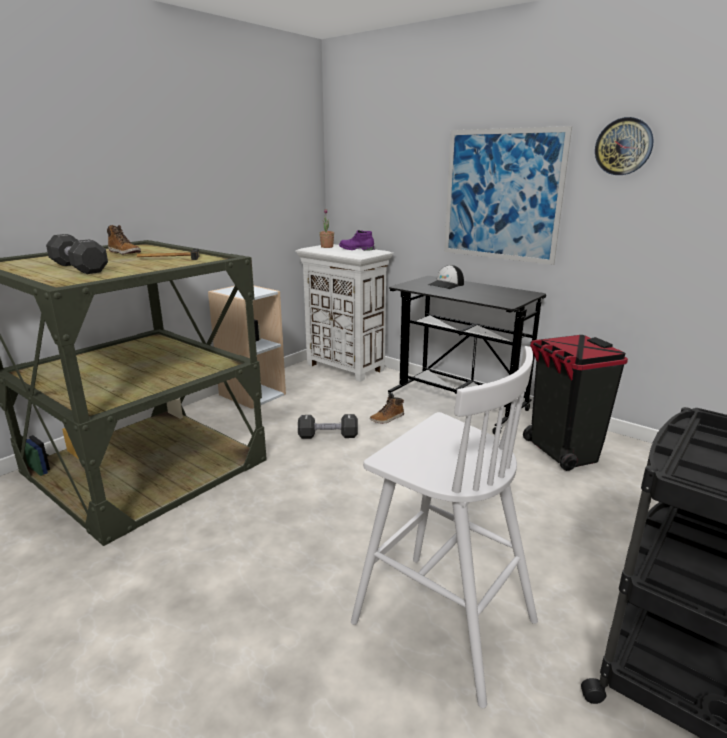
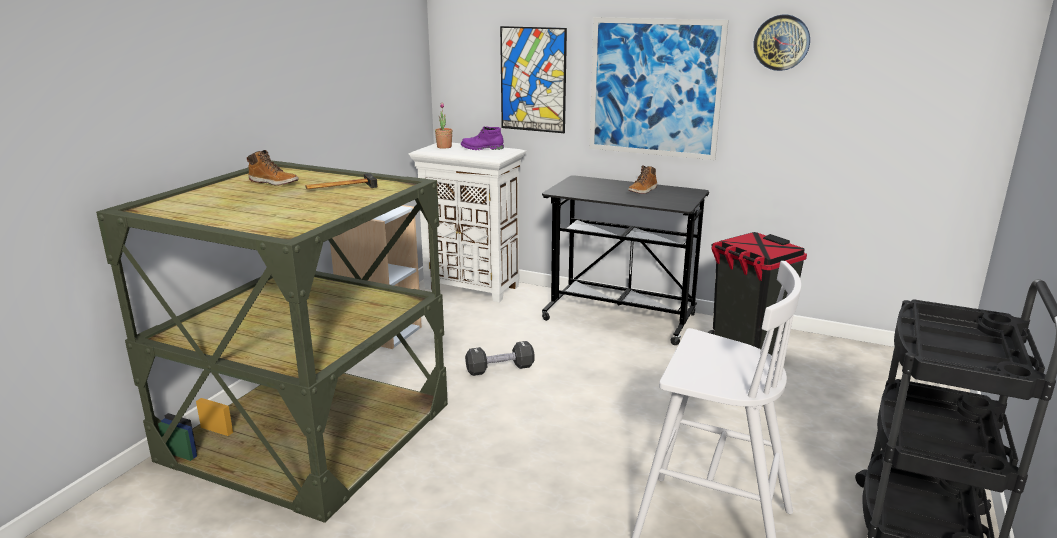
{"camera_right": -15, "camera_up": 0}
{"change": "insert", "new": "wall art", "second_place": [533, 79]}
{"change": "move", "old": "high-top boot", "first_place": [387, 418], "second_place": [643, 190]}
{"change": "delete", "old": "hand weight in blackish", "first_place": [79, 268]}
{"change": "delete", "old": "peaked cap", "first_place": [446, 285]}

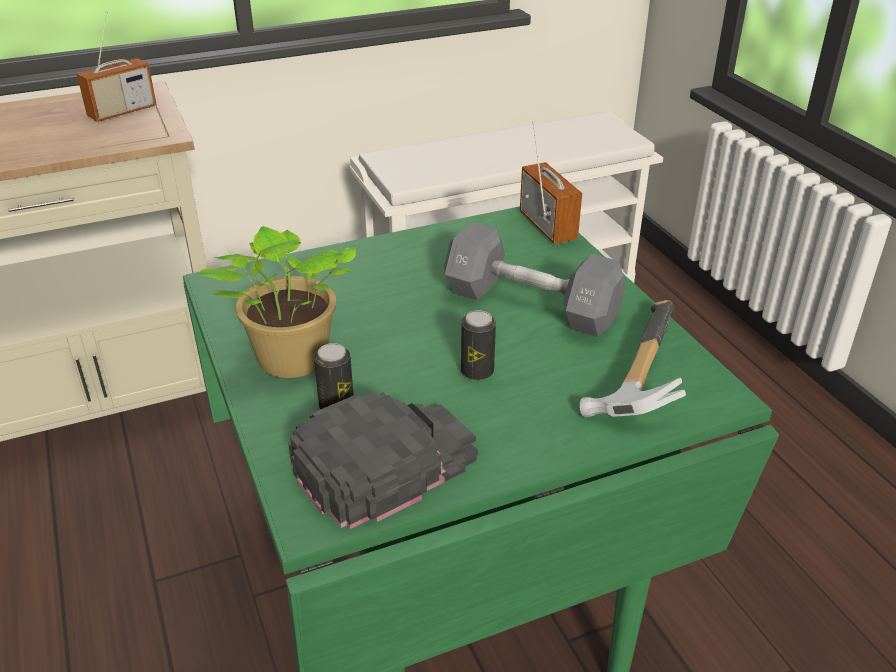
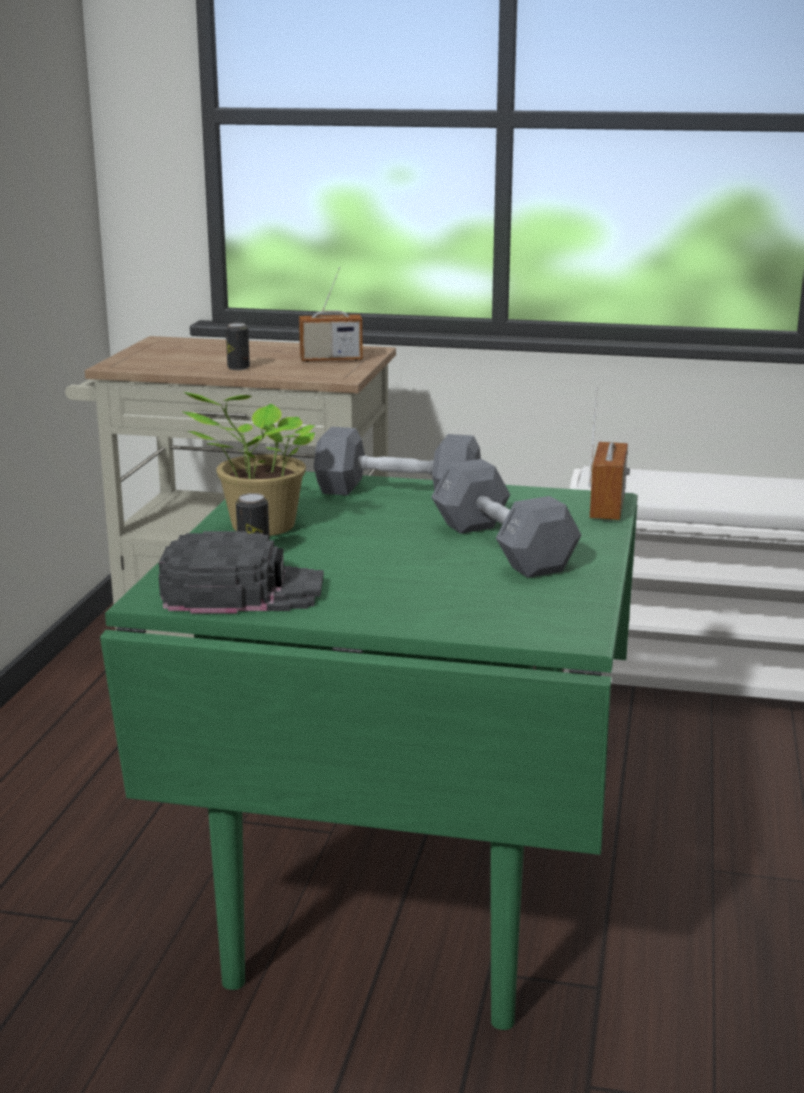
{"camera_right": 35, "camera_up": -15}
{"change": "move", "old": "can", "first_place": [477, 372], "second_place": [238, 368]}
{"change": "insert", "new": "hand weight in grey", "second_place": [397, 493]}
{"change": "delete", "old": "tool hammer", "first_place": [633, 374]}

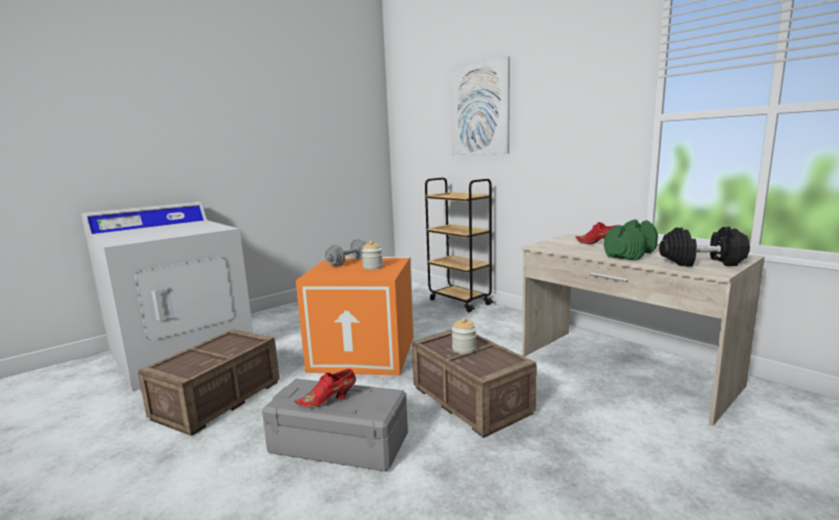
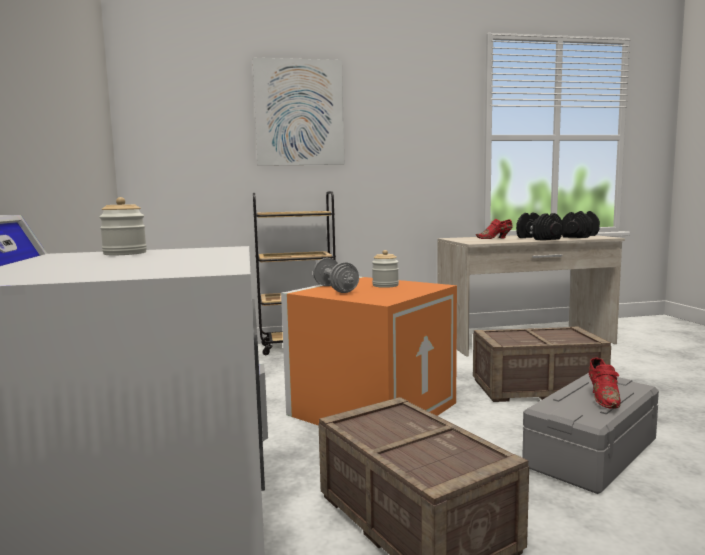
{"camera_right": -60, "camera_up": -5}
{"change": "move", "old": "preserve jar", "first_place": [464, 349], "second_place": [125, 253]}
{"change": "recolor", "old": "hand weight in greenish", "new": "hand weight in blackish", "first_place": [629, 254], "second_place": [538, 238]}

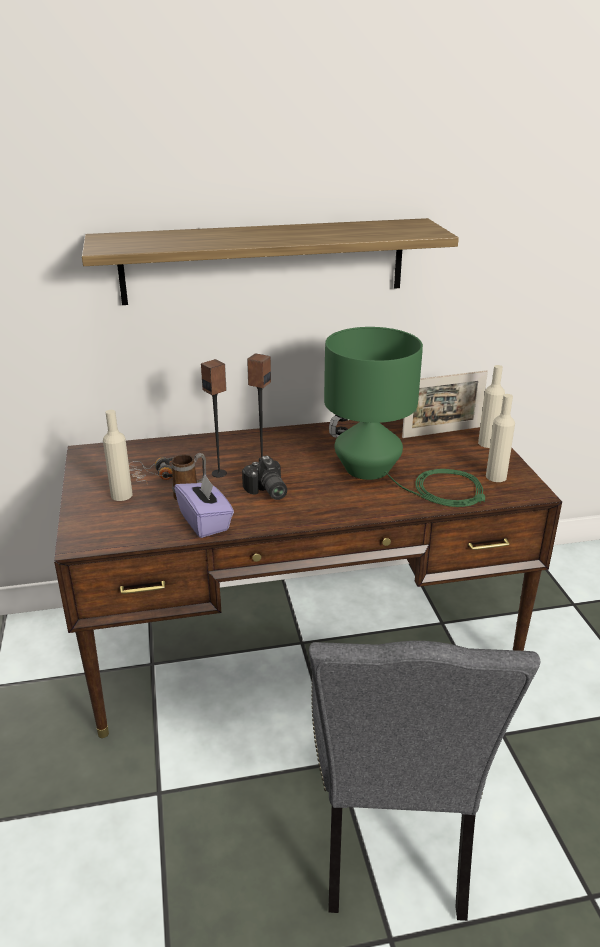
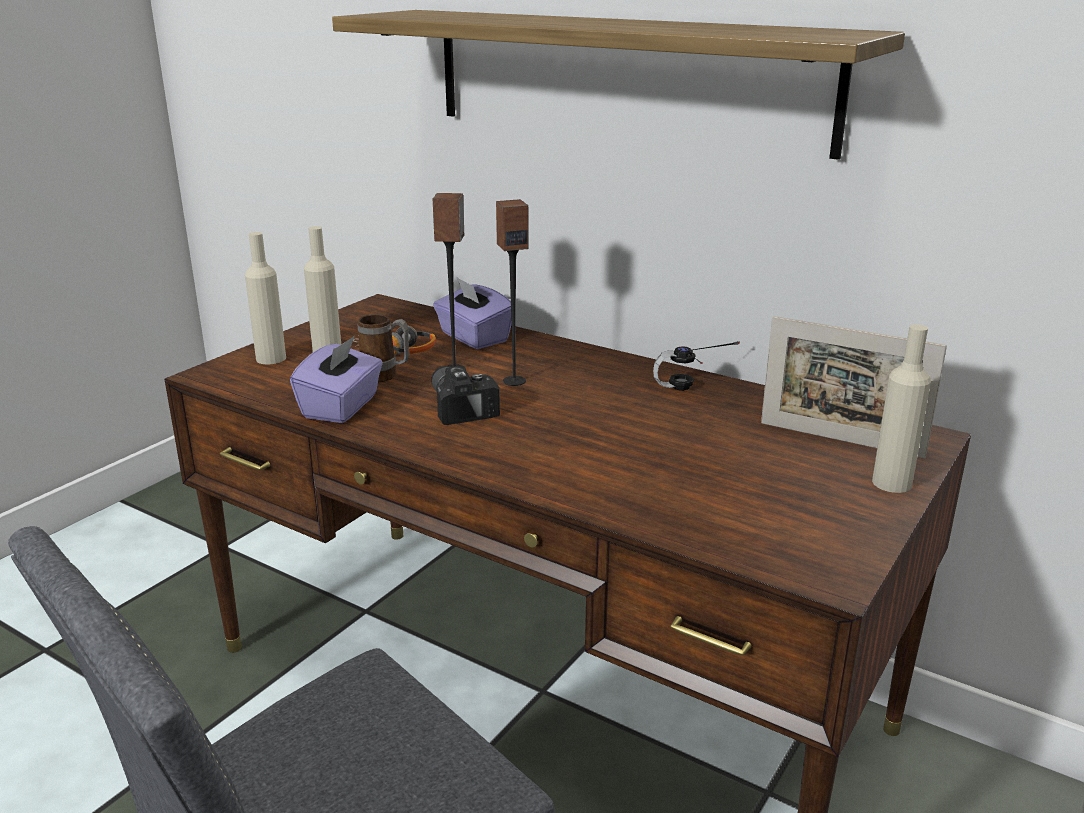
{"camera_right": 45, "camera_up": -5}
{"change": "move", "old": "bottle in beige", "first_place": [496, 477], "second_place": [271, 358]}
{"change": "rotate", "old": "still camera", "first_place": [266, 491], "second_place": [462, 407], "degrees": 135}
{"change": "insert", "new": "tissue box in purplish", "second_place": [473, 337]}
{"change": "delete", "old": "lamp for a table in greenish", "first_place": [398, 476]}

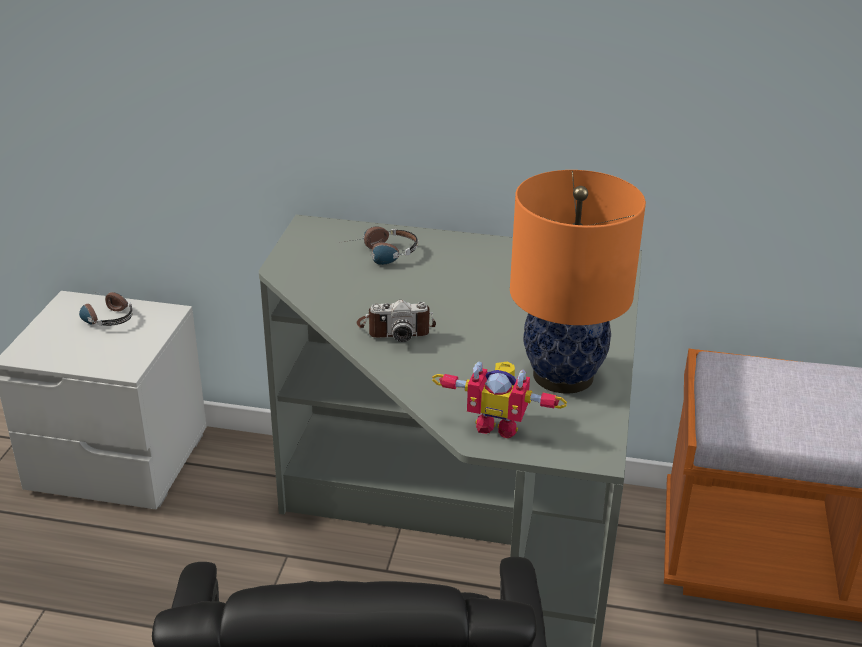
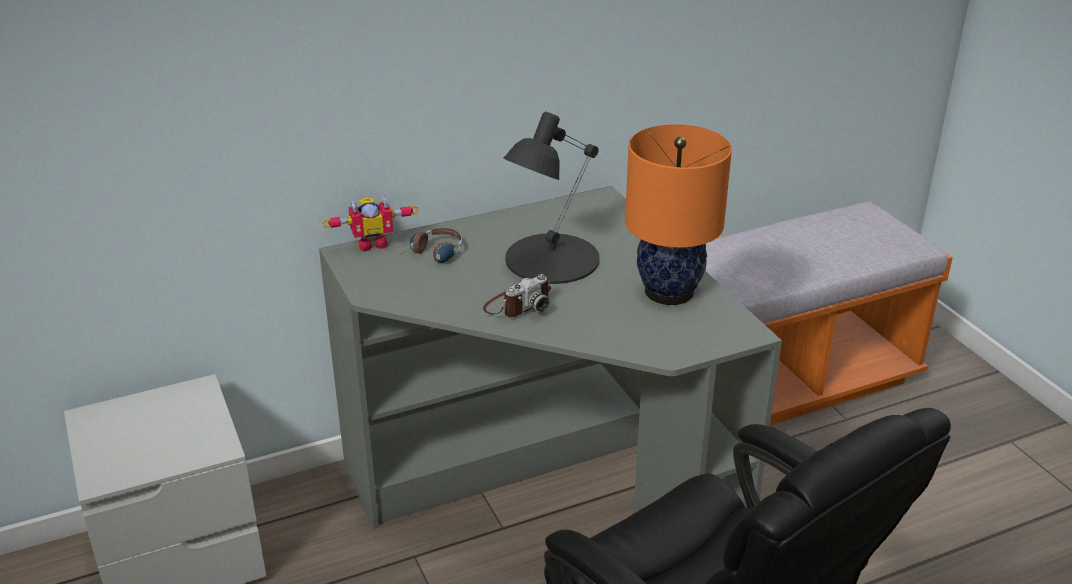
{"camera_right": -35, "camera_up": 0}
{"change": "move", "old": "model robot", "first_place": [498, 424], "second_place": [372, 243]}
{"change": "insert", "new": "lamp for a table in blackish", "second_place": [550, 259]}
{"change": "delete", "old": "headset", "first_place": [104, 316]}

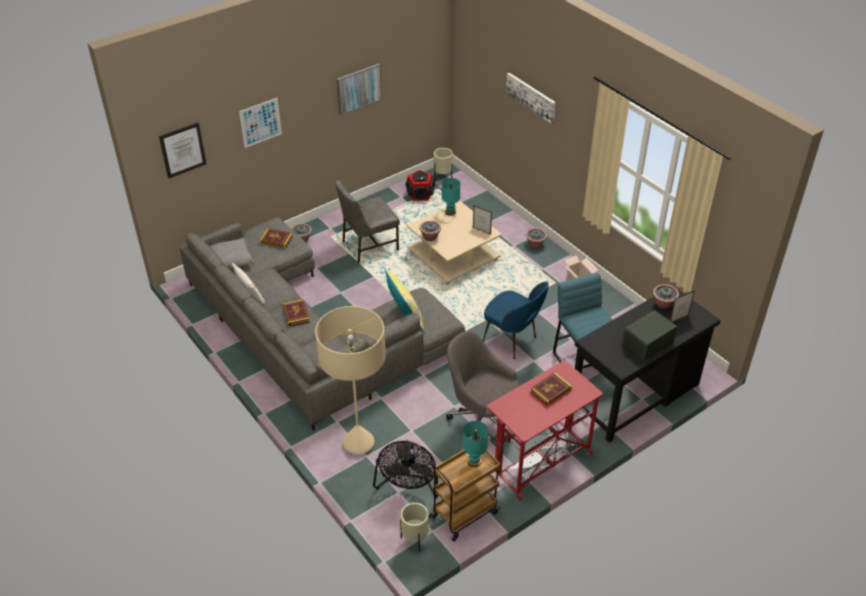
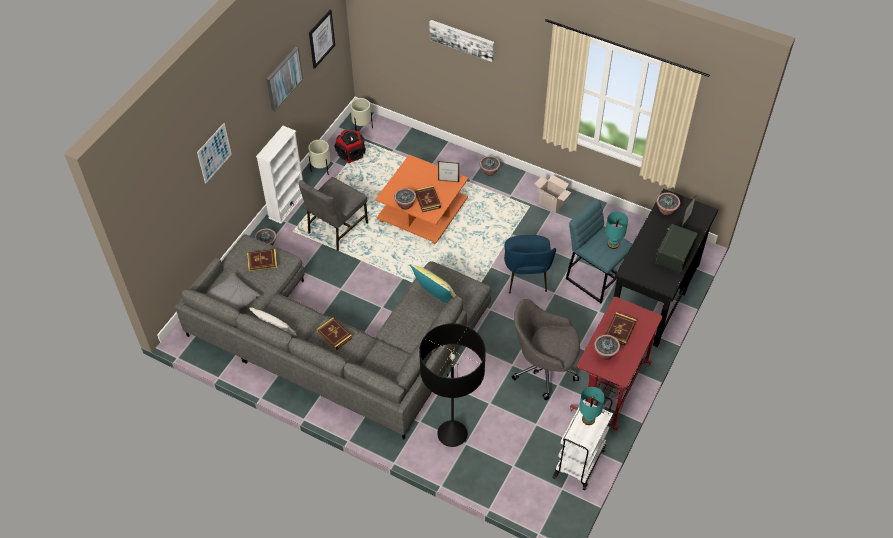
{"camera_right": -25, "camera_up": 10}
{"change": "insert", "new": "bookshelf in white-coloured", "second_place": [287, 205]}
{"change": "move", "old": "plant pot in beige", "first_place": [415, 540], "second_place": [321, 169]}
{"change": "move", "old": "wall art", "first_place": [182, 150], "second_place": [321, 38]}
{"change": "recolor", "old": "low table in beige", "new": "low table in orange-coloured", "first_place": [452, 256], "second_place": [421, 211]}
{"change": "insert", "new": "bound book", "second_place": [427, 200]}
{"change": "recolor", "old": "floor lamp in beige", "new": "floor lamp in blackish", "first_place": [358, 444], "second_place": [452, 435]}
{"change": "rotate", "old": "upright chair in blue-coloured", "first_place": [513, 342], "second_place": [526, 281], "degrees": 75}
{"change": "recolor", "old": "cart in brownish", "new": "cart in white-coloured", "first_place": [464, 515], "second_place": [579, 463]}
{"change": "insert", "new": "plant in a pot", "second_place": [605, 354]}
{"change": "move", "old": "lamp for a table in blue-green", "first_place": [450, 212], "second_place": [613, 244]}
{"change": "delete", "old": "fan in blackish", "first_place": [406, 483]}

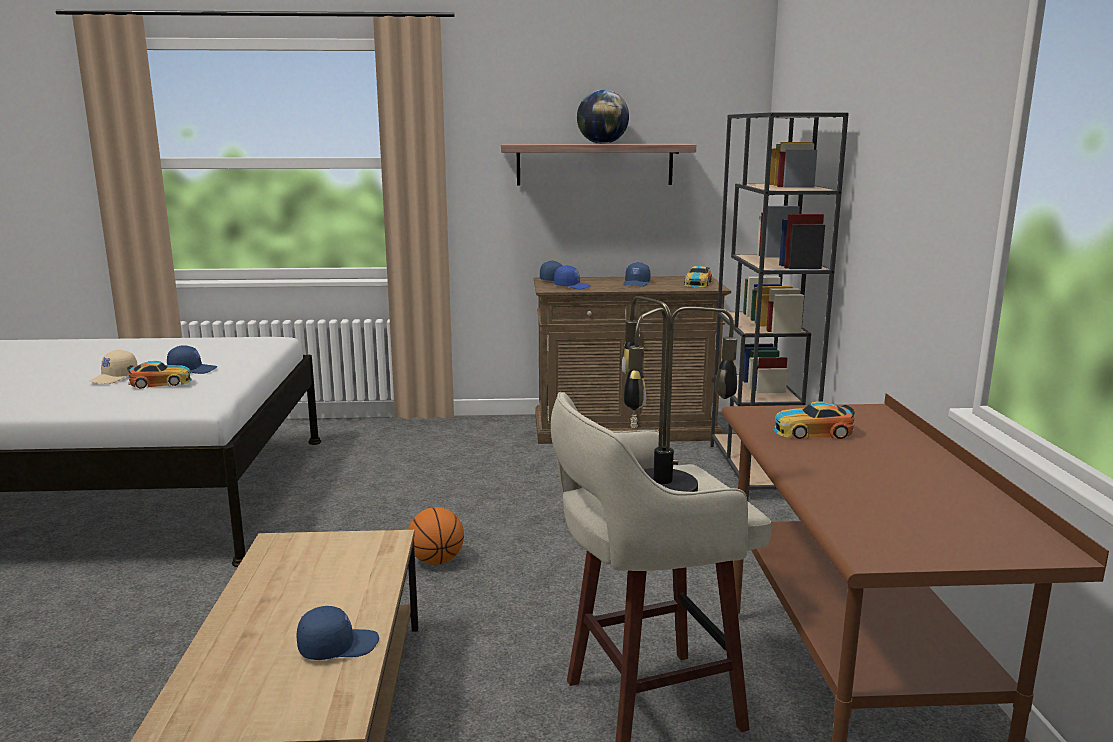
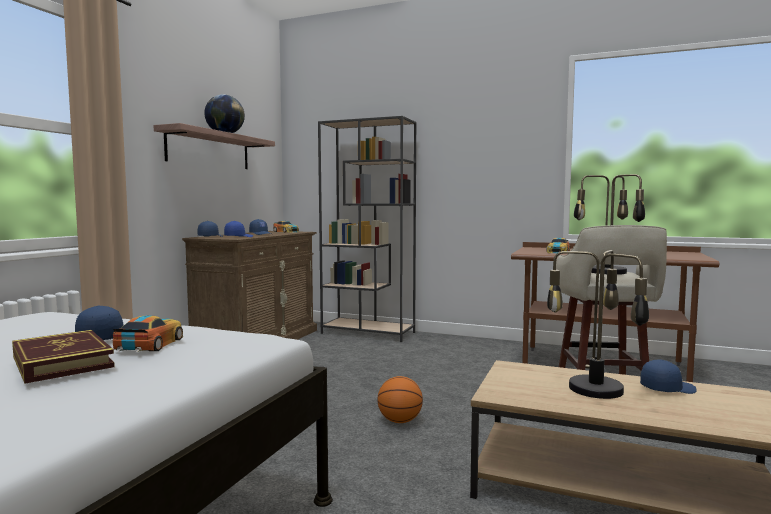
{"camera_right": -65, "camera_up": -10}
{"change": "replace", "old": "peaked cap in beige", "new": "bound book", "first_place": [114, 378], "second_place": [62, 362]}
{"change": "insert", "new": "lamp for a table", "second_place": [596, 389]}
{"change": "rotate", "old": "peaked cap in blue-coloured", "first_place": [338, 646], "second_place": [667, 388], "degrees": 75}

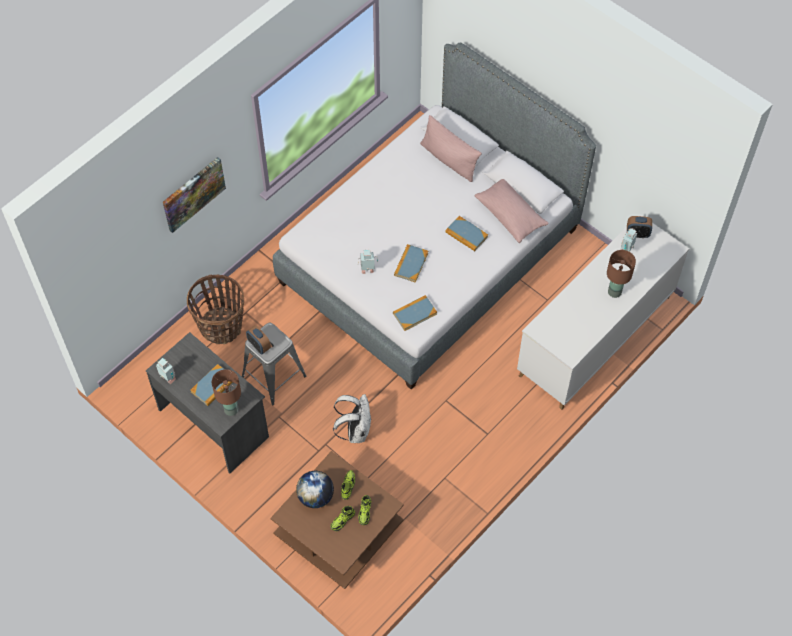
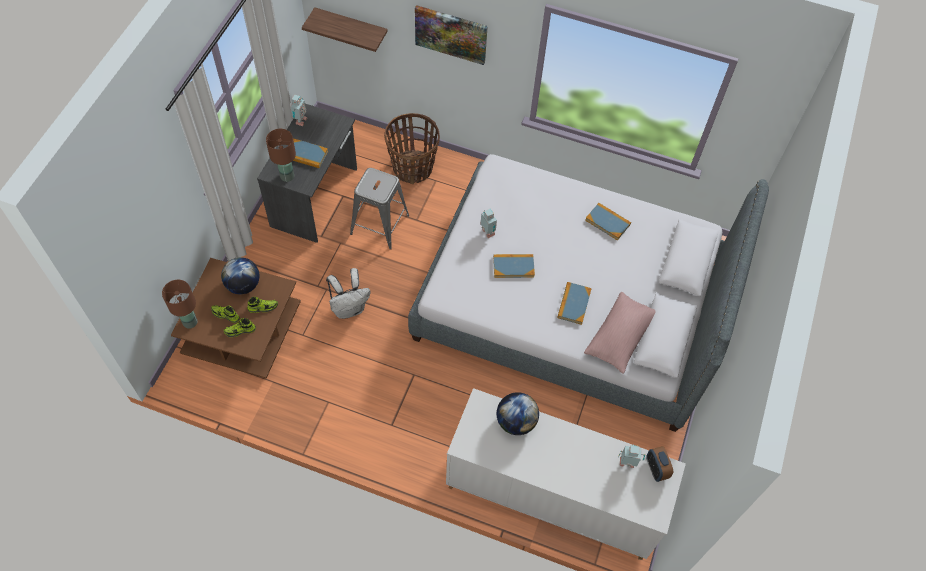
{"camera_right": 65, "camera_up": 0}
{"change": "move", "old": "lamp for a table in brownish", "first_place": [614, 291], "second_place": [190, 322]}
{"change": "insert", "new": "shelf", "second_place": [351, 28]}
{"change": "insert", "new": "world globe", "second_place": [516, 421]}
{"change": "move", "old": "bound book", "first_place": [414, 313], "second_place": [607, 222]}
{"change": "delete", "old": "alarm clock", "first_place": [259, 346]}
{"change": "delete", "old": "cushion in pink-coloured", "first_place": [449, 160]}

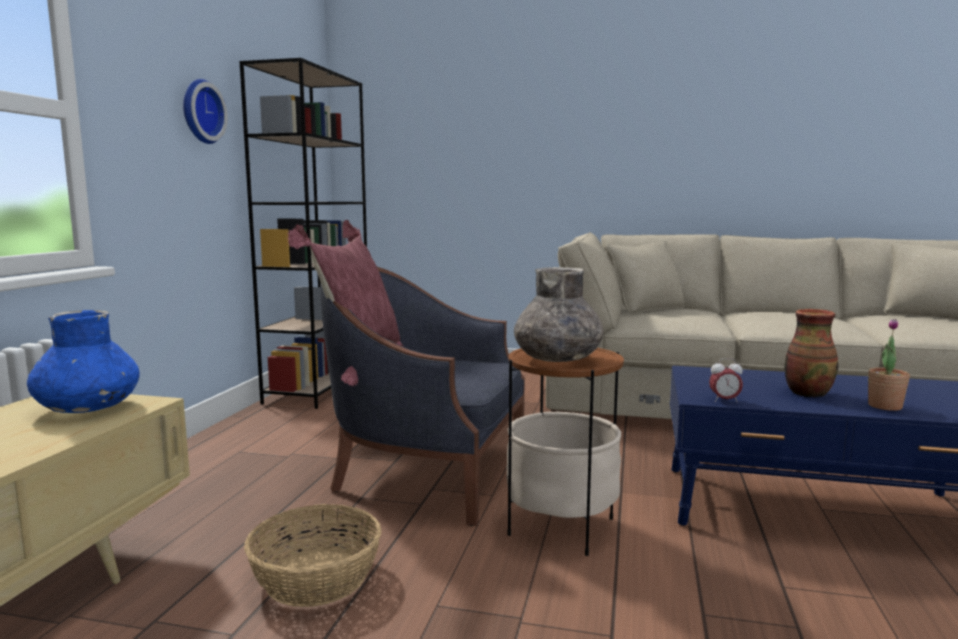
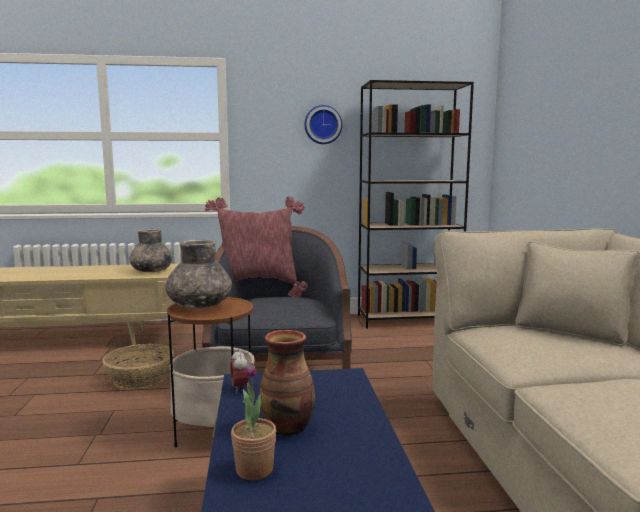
{"camera_right": 70, "camera_up": 0}
{"change": "recolor", "old": "vase in blue-coloured", "new": "vase in grey", "first_place": [88, 408], "second_place": [151, 271]}

